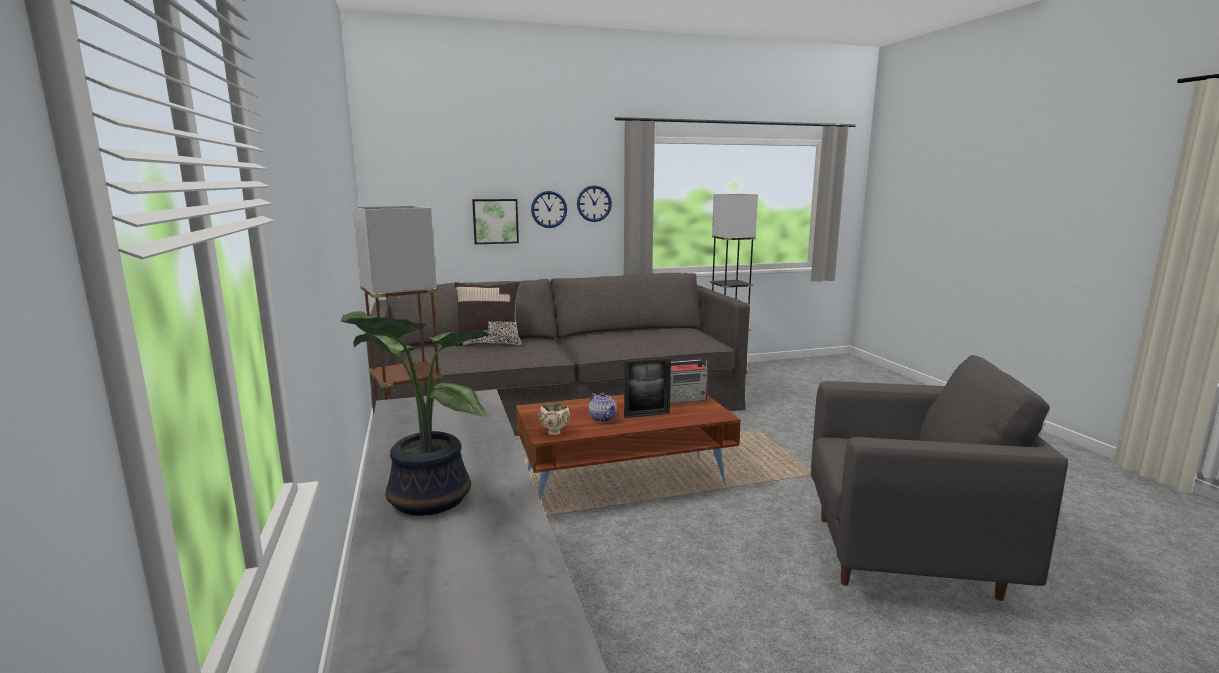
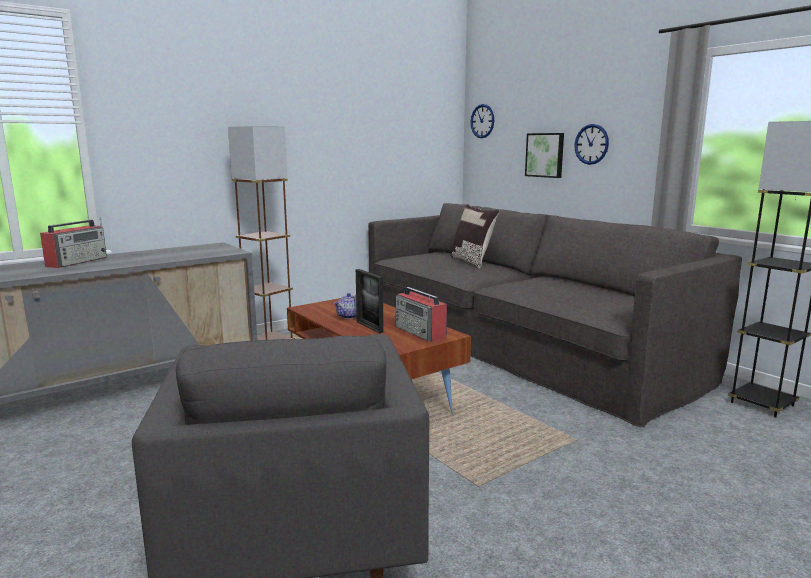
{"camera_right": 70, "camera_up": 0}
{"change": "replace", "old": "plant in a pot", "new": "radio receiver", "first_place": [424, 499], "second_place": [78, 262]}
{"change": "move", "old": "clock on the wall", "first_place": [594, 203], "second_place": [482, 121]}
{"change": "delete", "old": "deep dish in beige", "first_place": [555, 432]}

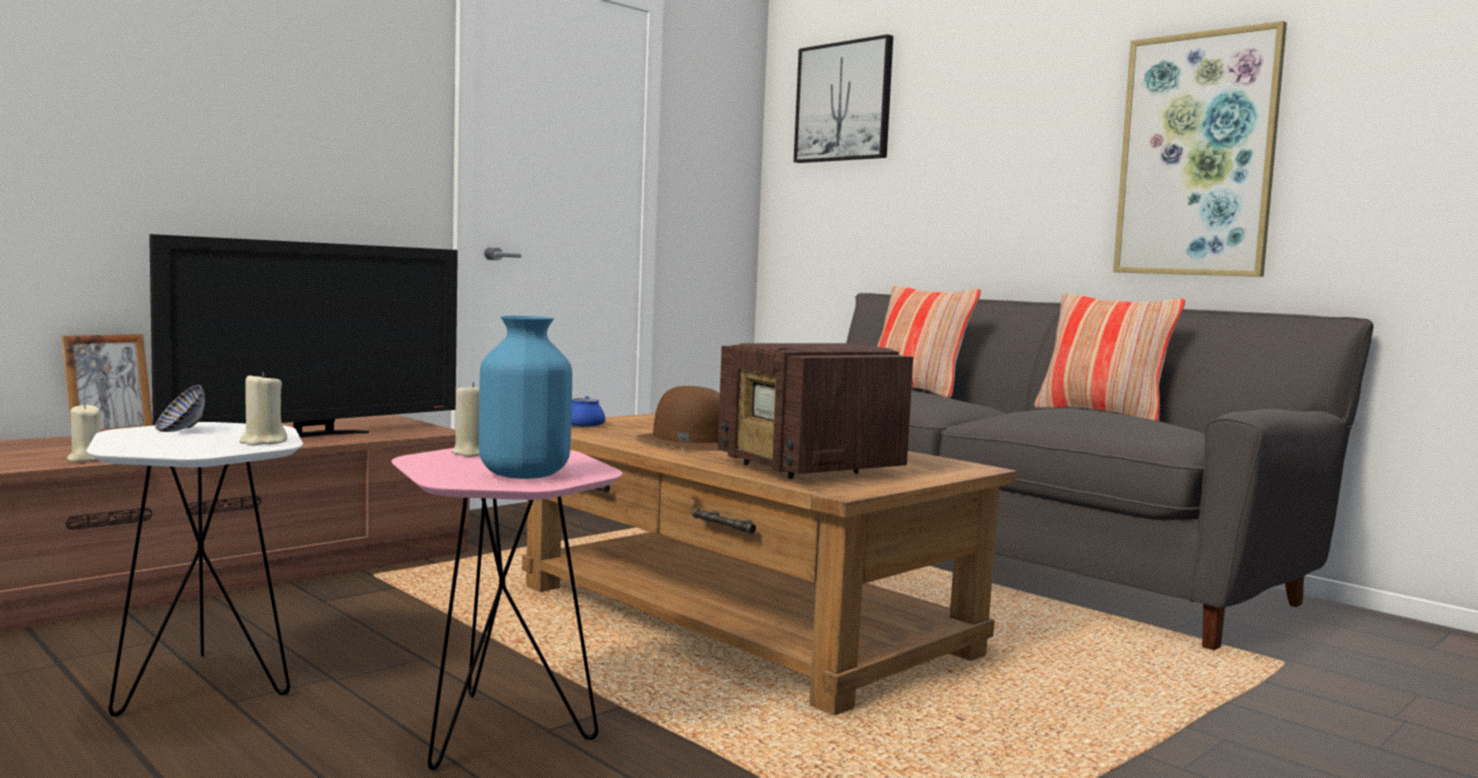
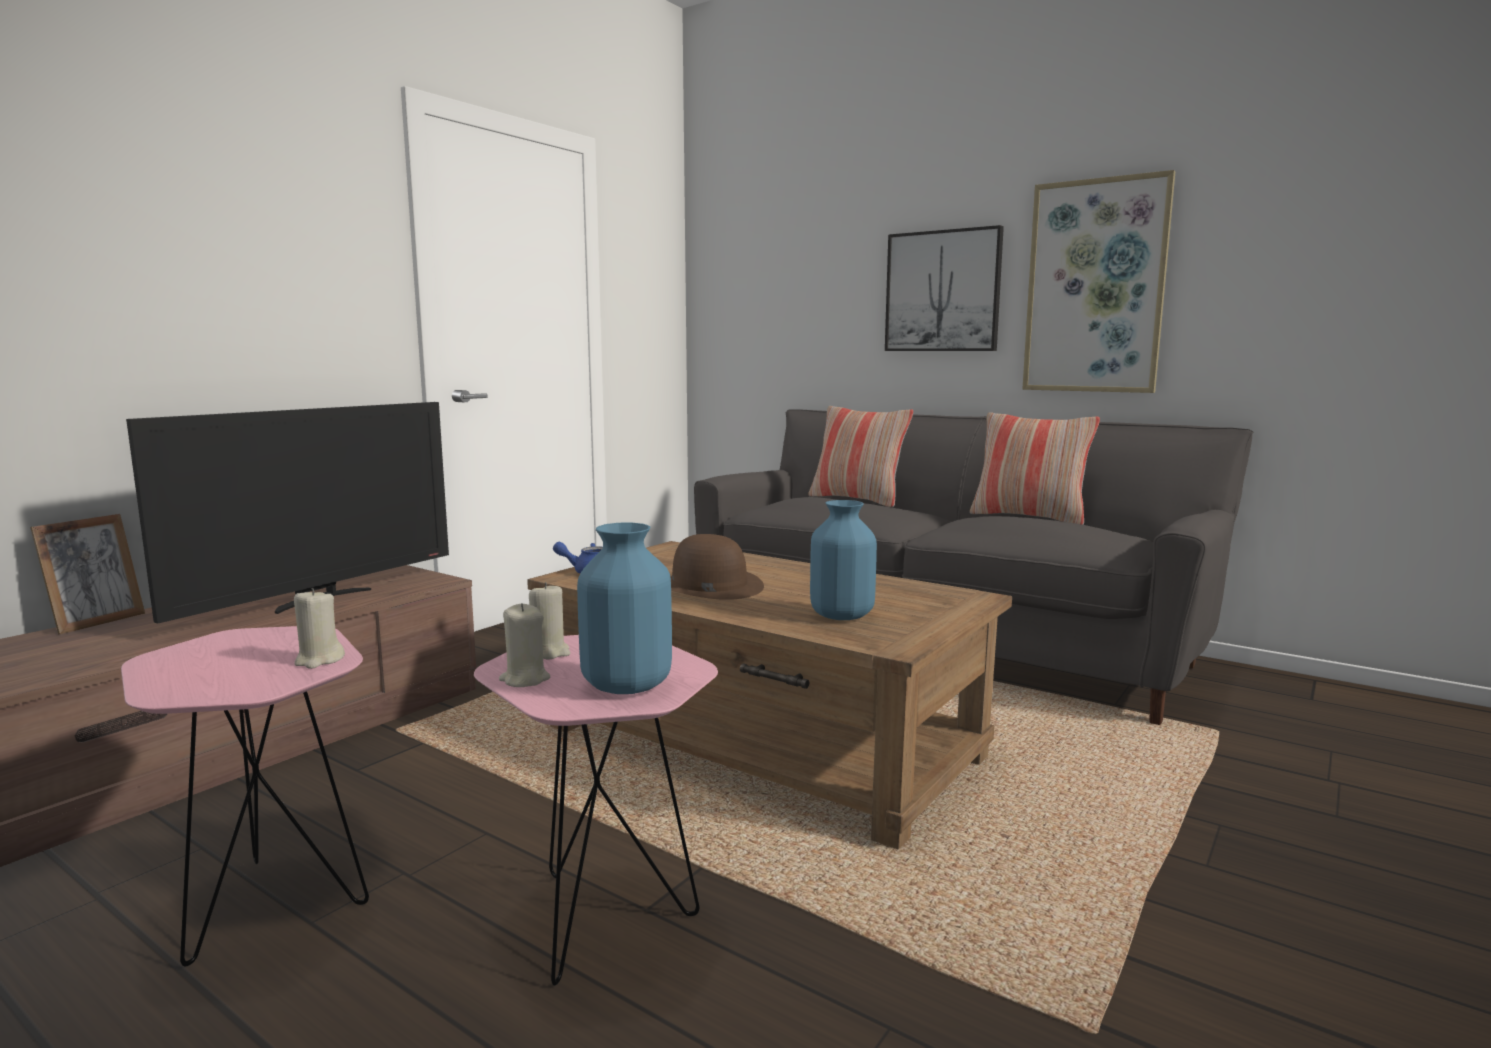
{"camera_right": -10, "camera_up": 5}
{"change": "recolor", "old": "side table in white-coloured", "new": "side table in pink-coloured", "first_place": [202, 689], "second_place": [272, 911]}
{"change": "move", "old": "wax light in beige", "first_place": [85, 459], "second_place": [525, 679]}
{"change": "replace", "old": "radio receiver", "new": "vase in blue-coloured", "first_place": [810, 468], "second_place": [842, 615]}
{"change": "move", "old": "wall art", "first_place": [844, 102], "second_place": [943, 291]}
{"change": "delete", "old": "deep dish", "first_place": [180, 430]}

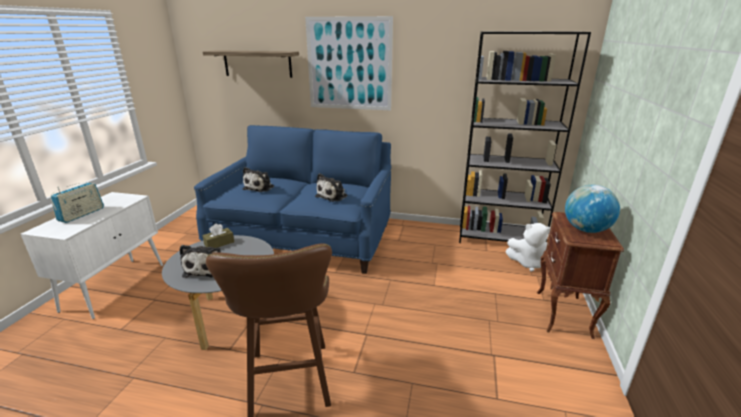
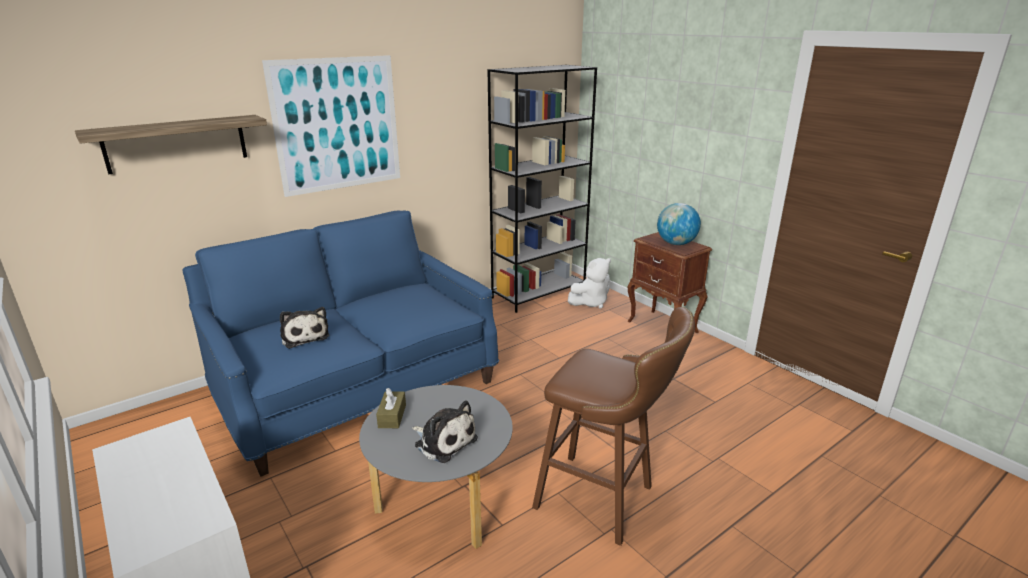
{"camera_right": -50, "camera_up": 0}
{"change": "delete", "old": "radio receiver", "first_place": [82, 214]}
{"change": "delete", "old": "cuddly toy", "first_place": [333, 196]}

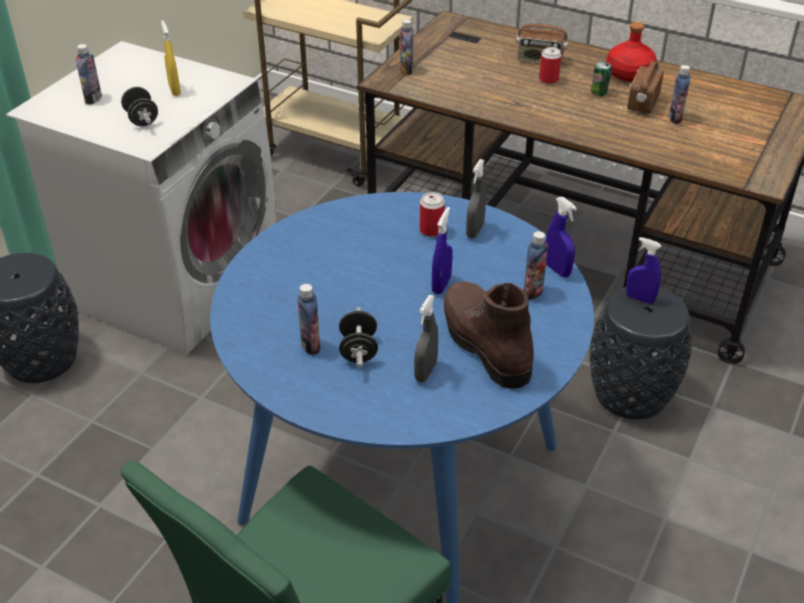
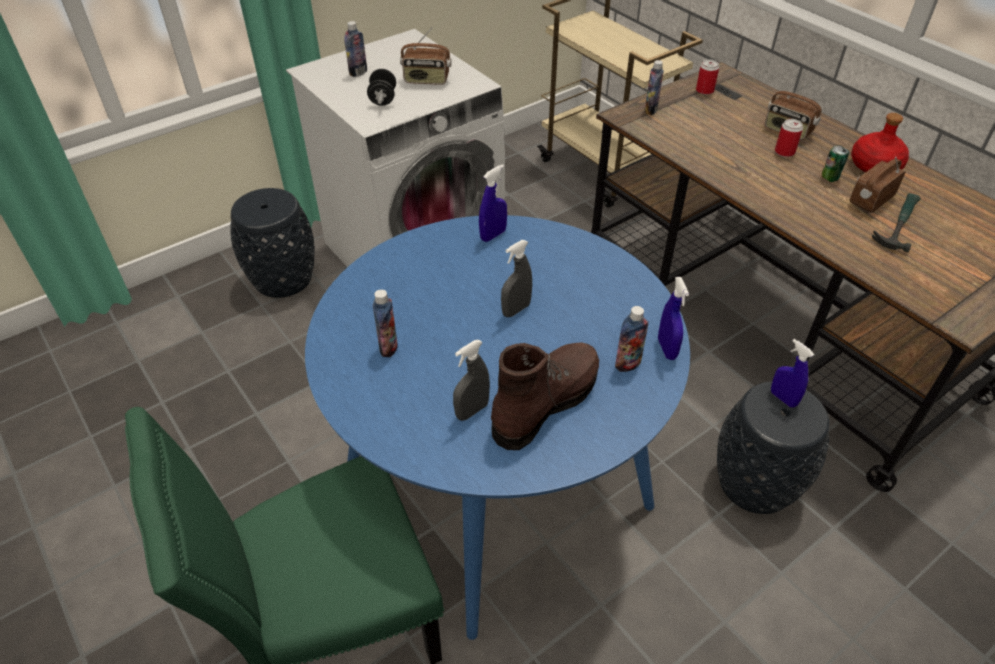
{"camera_right": 25, "camera_up": 5}
{"change": "replace", "old": "sprayer in yellowish", "new": "radio receiver", "first_place": [174, 90], "second_place": [426, 80]}
{"change": "move", "old": "sprayer in blue-coloured", "first_place": [441, 285], "second_place": [493, 235]}
{"change": "rotate", "old": "high-top boot in brownish", "first_place": [485, 345], "second_place": [545, 403], "degrees": 45}
{"change": "move", "old": "sprayer in grey", "first_place": [475, 231], "second_place": [516, 310]}
{"change": "move", "old": "can", "first_place": [431, 230], "second_place": [704, 91]}
{"change": "replace", "old": "bottle", "new": "tool hammer", "first_place": [675, 118], "second_place": [898, 225]}
{"change": "delete", "old": "hand weight in blackish", "first_place": [358, 350]}

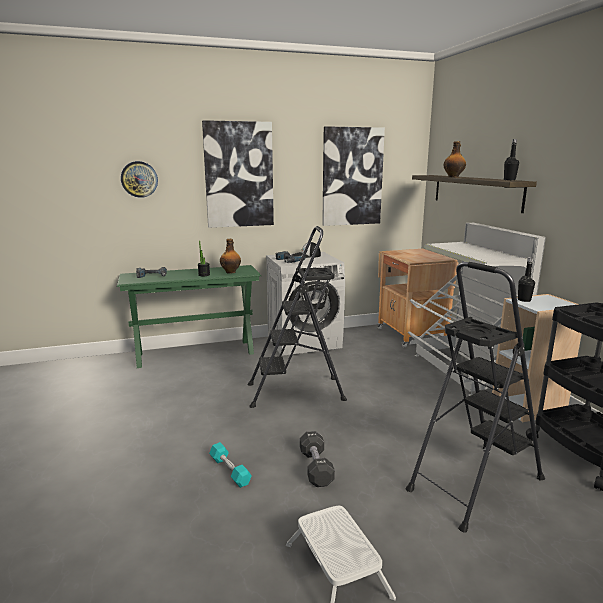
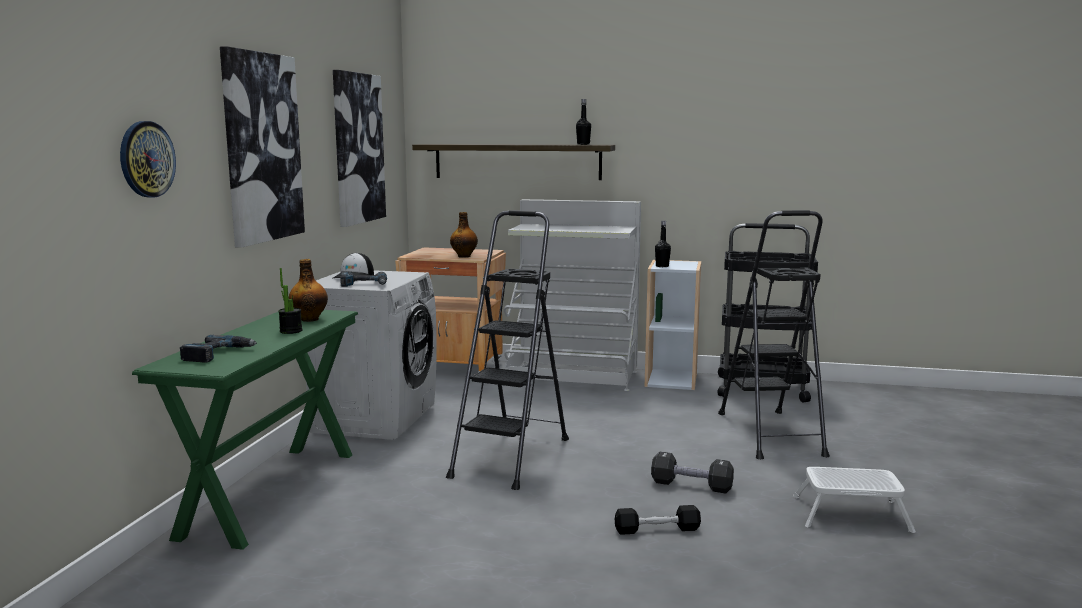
{"camera_right": -60, "camera_up": -5}
{"change": "move", "old": "bottle", "first_place": [453, 177], "second_place": [464, 256]}
{"change": "recolor", "old": "hand weight in blue-green", "new": "hand weight in blackish", "first_place": [230, 471], "second_place": [657, 529]}

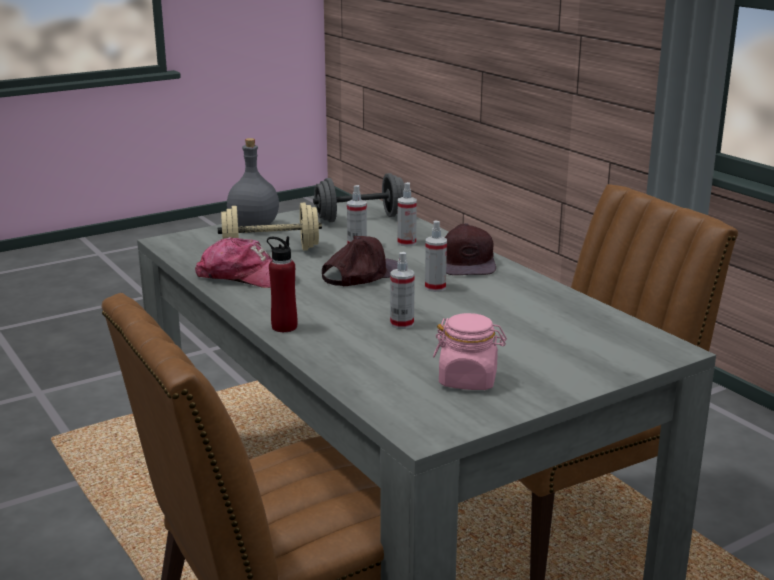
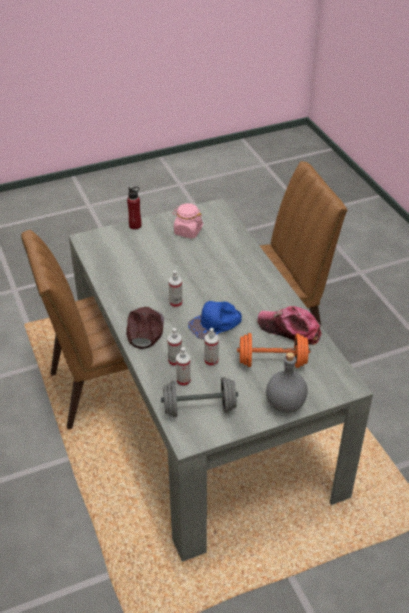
{"camera_right": -170, "camera_up": 20}
{"change": "move", "old": "bottle in red", "first_place": [284, 327], "second_place": [135, 225]}
{"change": "move", "old": "sprayer", "first_place": [402, 324], "second_place": [183, 381]}
{"change": "recolor", "old": "peaked cap in brownish", "new": "peaked cap in blue-coloured", "first_place": [362, 273], "second_place": [215, 324]}
{"change": "recolor", "old": "hand weight in beige", "new": "hand weight in orange-coloured", "first_place": [271, 250], "second_place": [272, 362]}

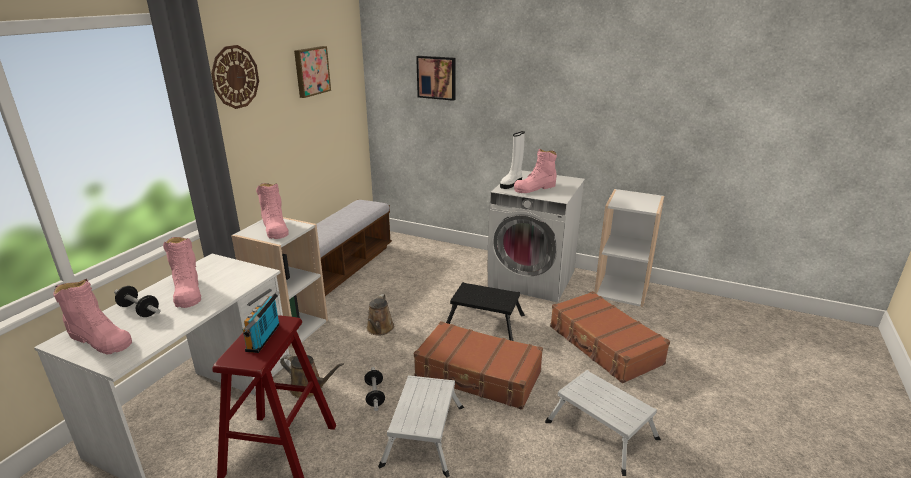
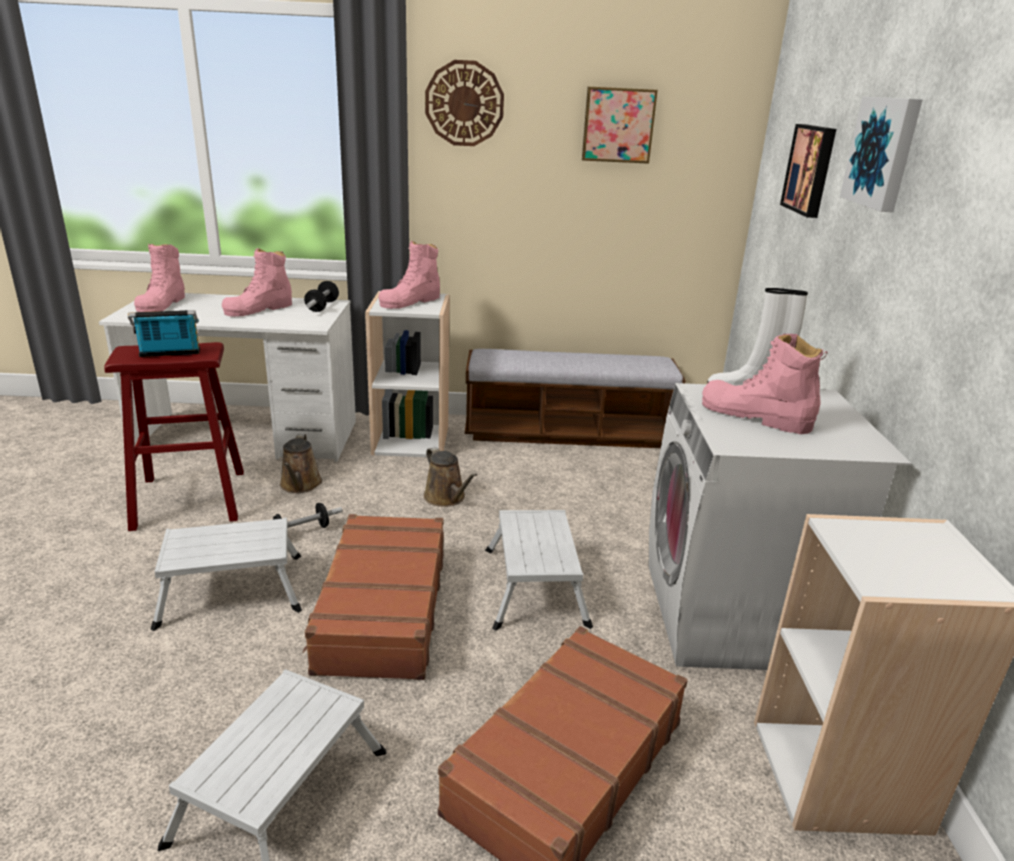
{"camera_right": 65, "camera_up": 0}
{"change": "move", "old": "hand weight", "first_place": [139, 310], "second_place": [322, 306]}
{"change": "rotate", "old": "watering can in brownish", "first_place": [379, 329], "second_place": [447, 498], "degrees": -105}
{"change": "recolor", "old": "step stool in blackish", "new": "step stool in white-coloured", "first_place": [485, 321], "second_place": [535, 586]}
{"change": "insert", "new": "wall art", "second_place": [883, 152]}

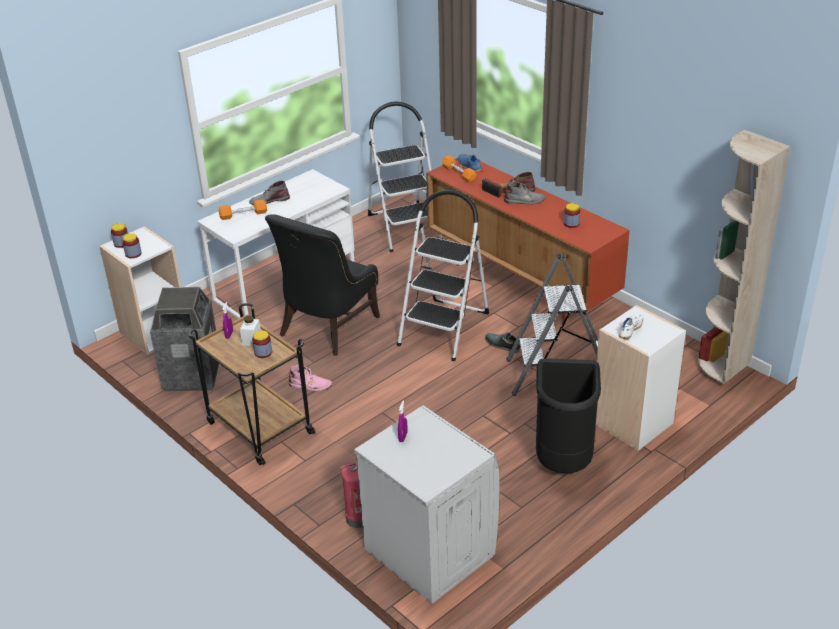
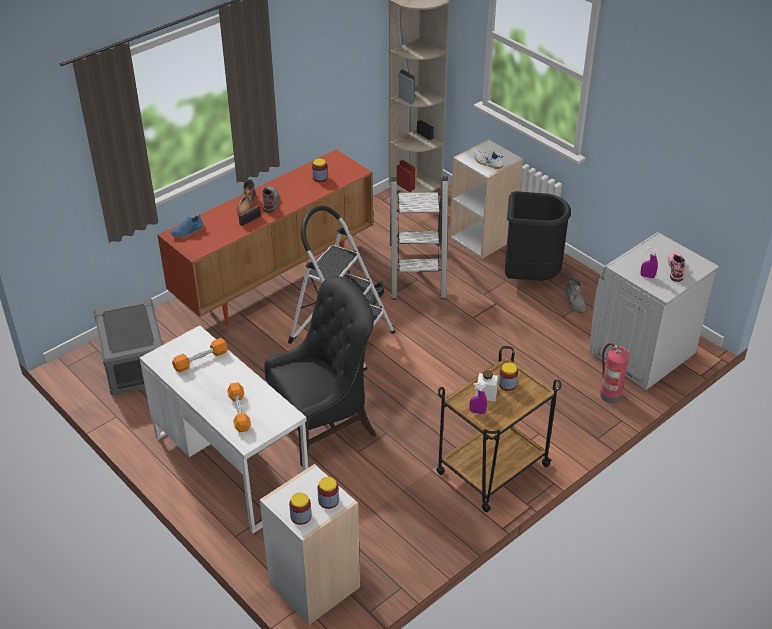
{"camera_right": -90, "camera_up": 5}
{"change": "replace", "old": "step stool", "new": "storage container in grey", "first_place": [404, 227], "second_place": [134, 363]}
{"change": "move", "old": "hand weight in orange-coloured", "first_place": [459, 174], "second_place": [201, 360]}
{"change": "rotate", "old": "upright chair in blackish", "first_place": [327, 326], "second_place": [324, 424], "degrees": -60}
{"change": "move", "old": "high-top boot in grey", "first_place": [269, 200], "second_place": [575, 301]}
{"change": "move", "old": "high-top boot in pink-coloured", "first_place": [310, 385], "second_place": [676, 268]}
{"change": "delete", "old": "rubbish bin", "first_place": [192, 375]}

